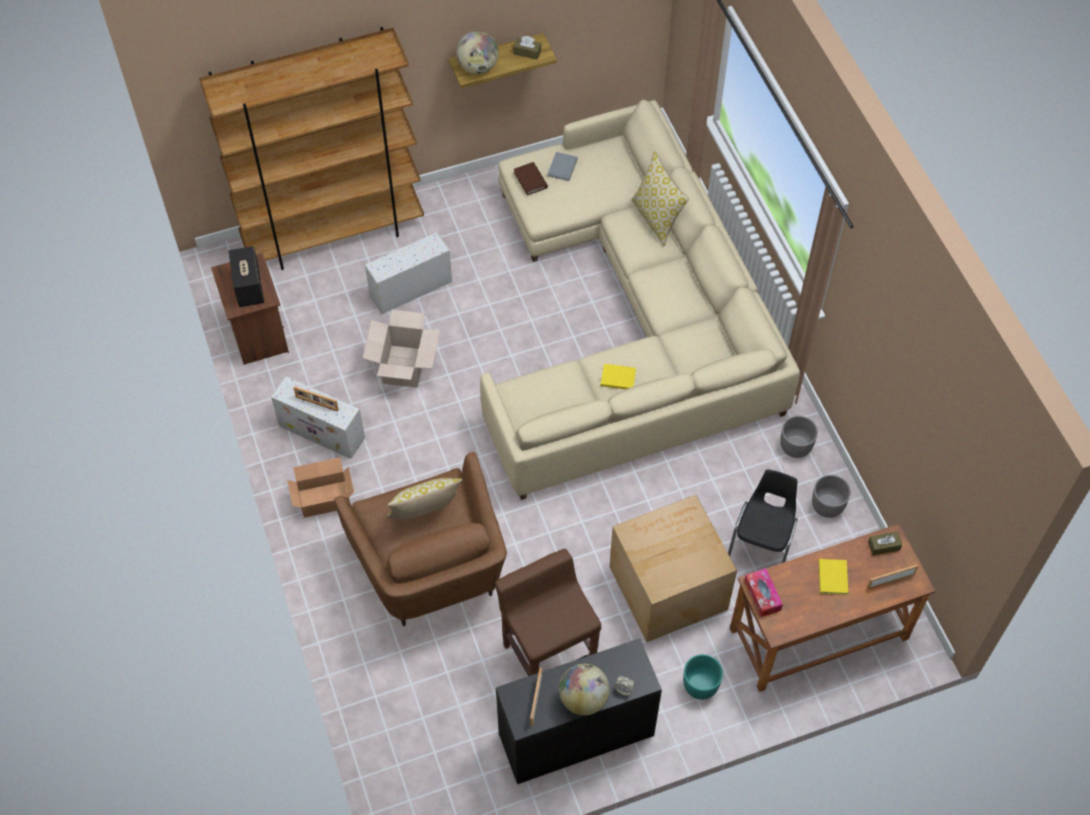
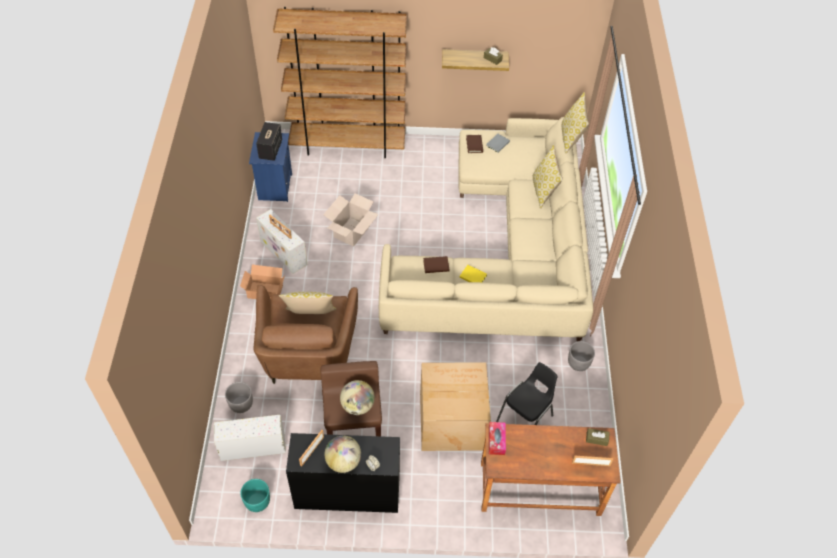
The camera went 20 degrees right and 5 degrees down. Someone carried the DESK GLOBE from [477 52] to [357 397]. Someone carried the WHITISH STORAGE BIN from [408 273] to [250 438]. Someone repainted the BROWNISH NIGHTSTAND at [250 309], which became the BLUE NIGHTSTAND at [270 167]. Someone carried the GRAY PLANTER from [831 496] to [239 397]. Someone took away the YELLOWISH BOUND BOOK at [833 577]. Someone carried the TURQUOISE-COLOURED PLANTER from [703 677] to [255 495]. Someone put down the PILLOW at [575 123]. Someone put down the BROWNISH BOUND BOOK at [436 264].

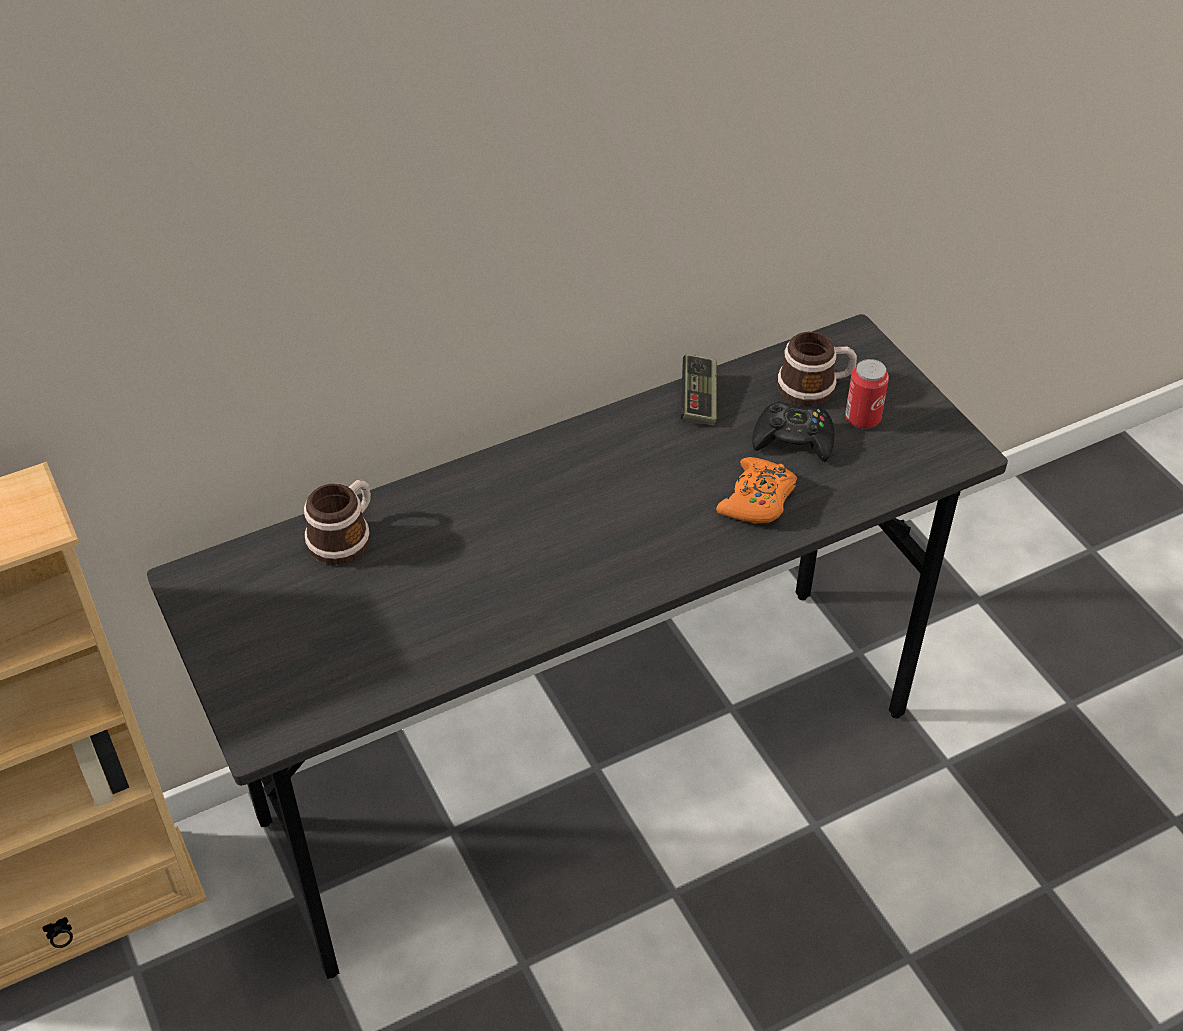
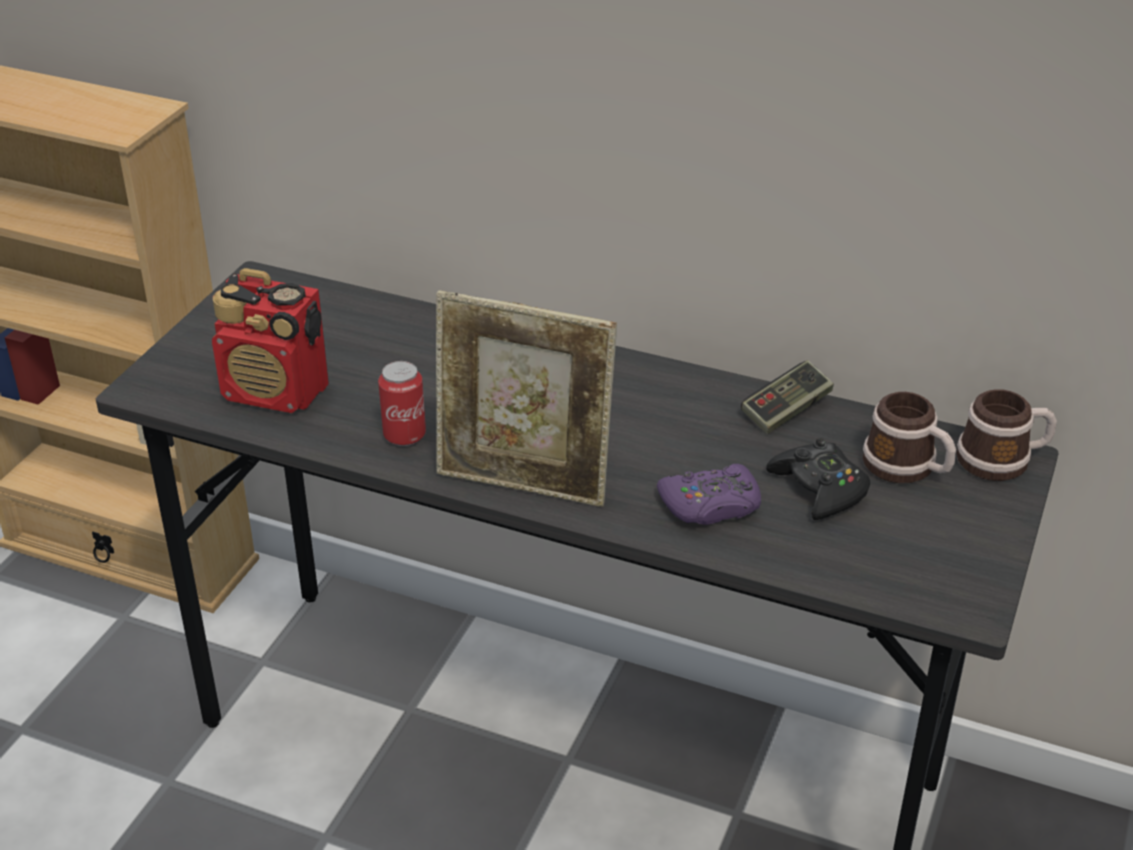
The camera went 50 degrees right and 10 degrees down. Someone carried the CAN from [867 394] to [402 403]. Someone repainted the ORANGE-COLOURED GAMEPAD at [756 490], which became the PURPLE GAMEPAD at [709 494]. Someone carried the MUG from [337 522] to [1006 435]. Someone put down the RADIO RECEIVER at [270 340]. Someone put down the STANDING FRAME at [526 398].

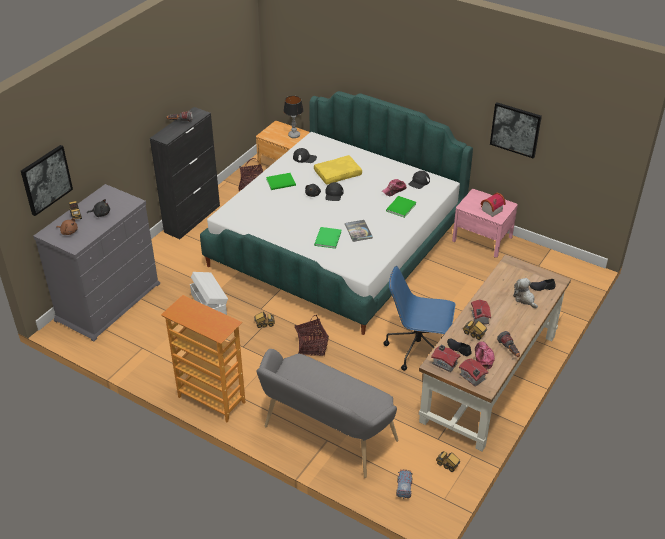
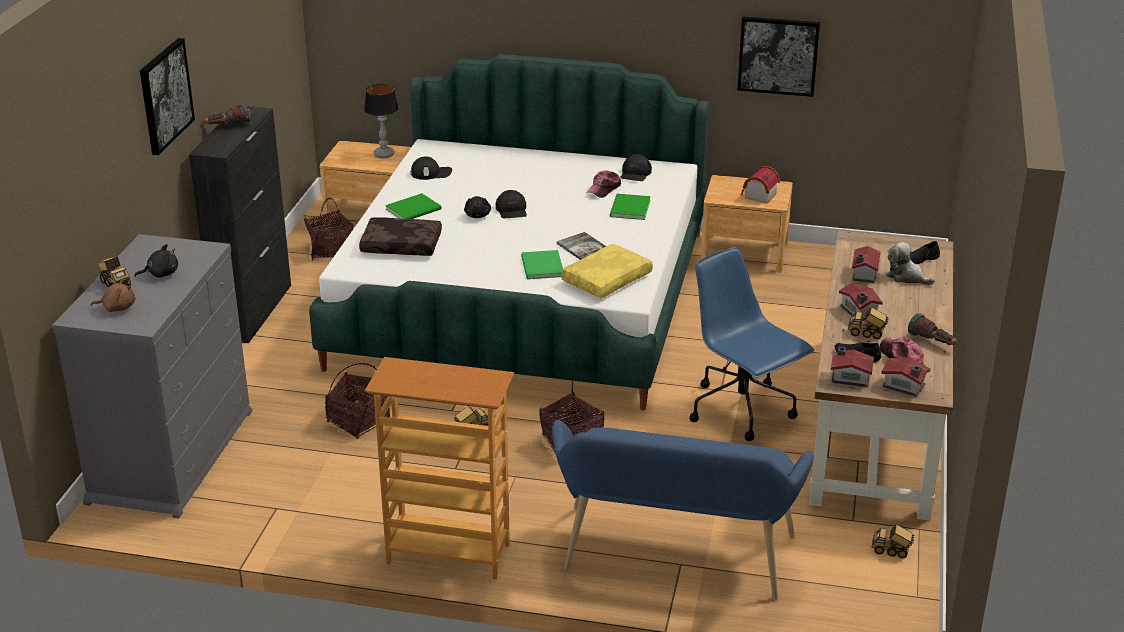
The camera went 20 degrees left and 10 degrees down. Someone carried the PICTURE from [47 180] to [167 96]. Someone carried the YELLOWISH PILLOW from [338 170] to [607 271]. Someone repainted the PINK-COLOURED NIGHTSTAND at [485 223], which became the BROWNISH NIGHTSTAND at [747 223]. Someone rotated the BLUE COMPUTER CHAIR at [419 318] by 60 degrees clockwise. Someone swapped the WHITISH STORAGE BIN at [209 293] for the STORAGE BASKET at [357 401]. Someone repainted the GRAY LONG SEAT at [328 413], which became the BLUE LONG SEAT at [683 510]. Someone took away the TOY LORRY at [404 484]. Someone put down the BROWNISH PILLOW at [400 236]. Someone put down the MODEL HOUSE at [866 264].

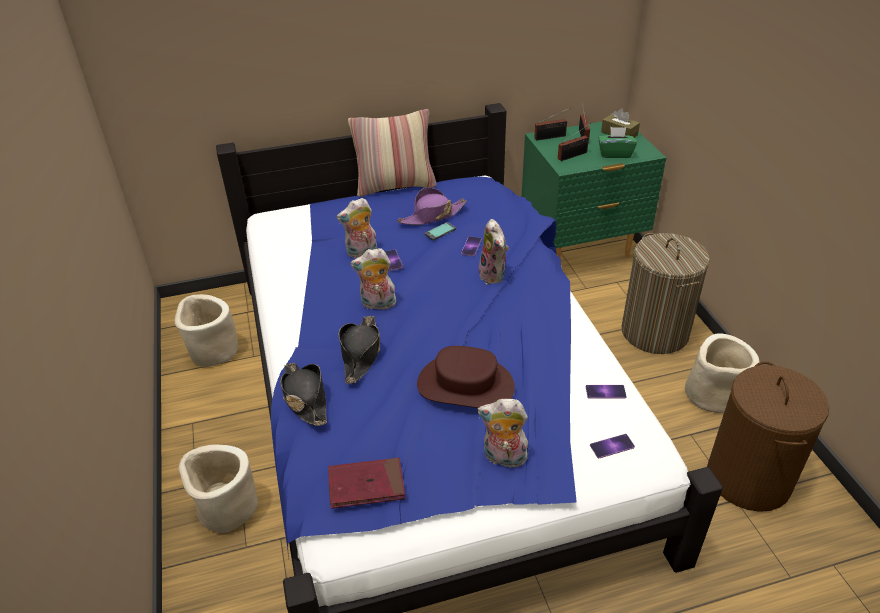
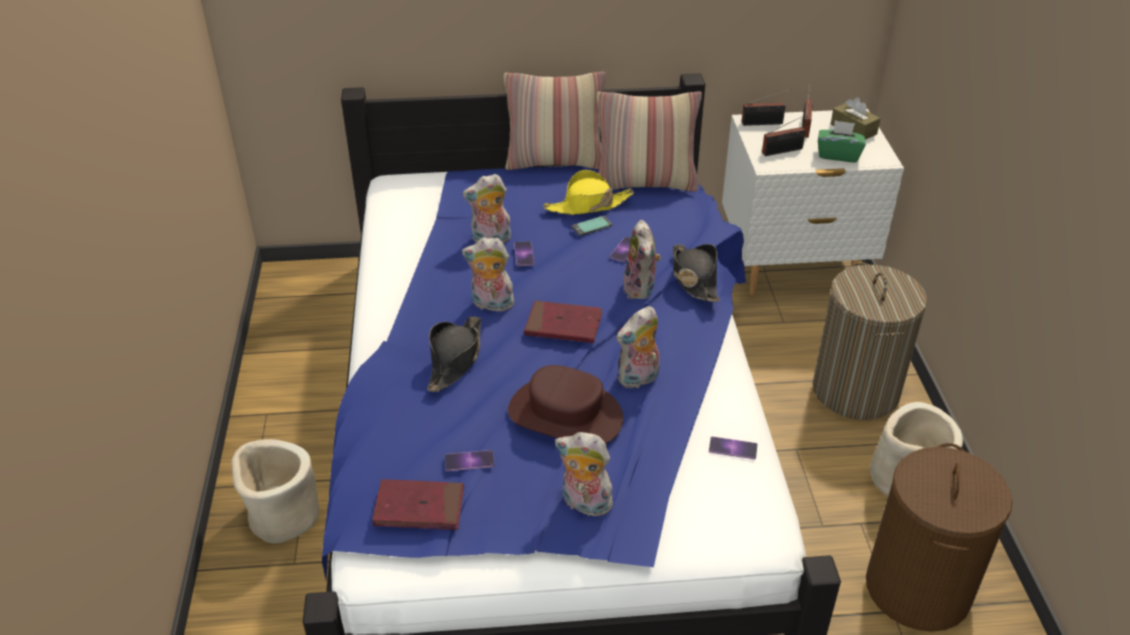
The camera went 10 degrees right and 0 degrees up. Someone repainted the GREENISH NIGHTSTAND at [594 190], which became the WHITISH NIGHTSTAND at [813 202]. Someone repainted the PURPLE CLOTHING HAT at [432 206], which became the YELLOWISH CLOTHING HAT at [588 192]. Someone took away the BEIGE-COLOURED PLANTER at [206 330]. Someone carried the BLACK CLOTHING HAT from [303 394] to [696 273]. Someone carried the TELEPHONE from [612 446] to [469 460]. Someone put down the PILLOW at [649 141]. Someone put down the REDDISH BOUND BOOK at [563 322]. Someone put down the PLUSH TOY at [638 347].

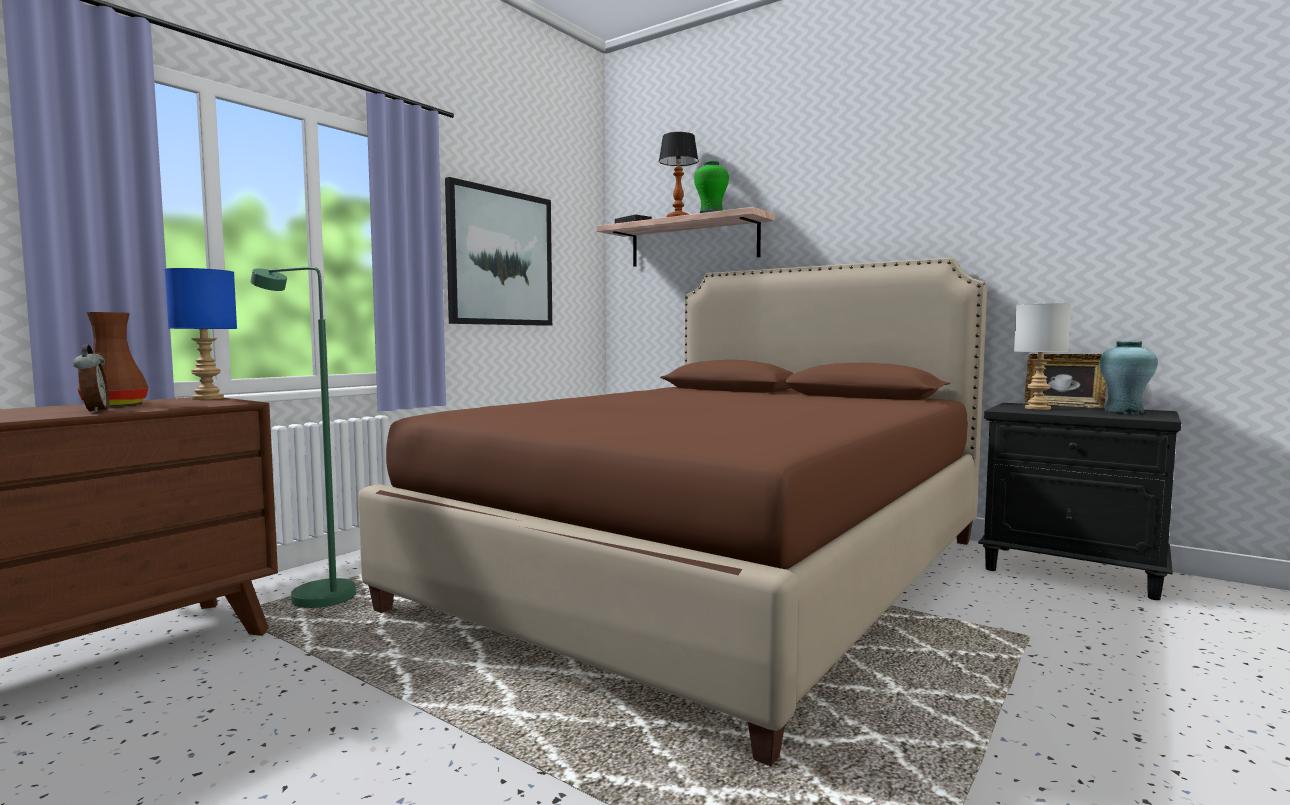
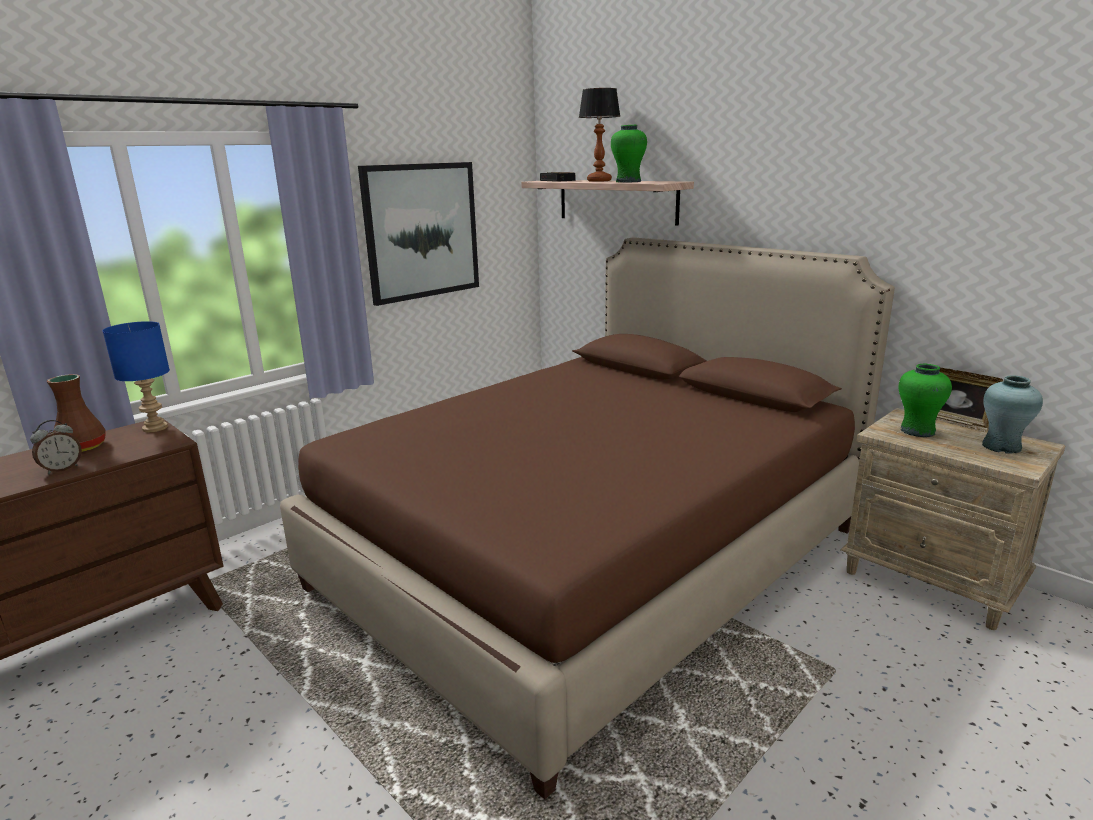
The camera went 10 degrees right and 15 degrees up. Someone took away the GREENISH FLOOR LAMP at [303 437]. Someone swapped the GRAY LAMP FOR A TABLE at [1042 356] for the GREENISH DECORATIVE VASE at [925 400]. Someone rotated the ALARM CLOCK at [91 378] by 60 degrees clockwise. Someone repainted the BLACK NIGHTSTAND at [1079 501], which became the BEIGE-COLOURED NIGHTSTAND at [952 519].

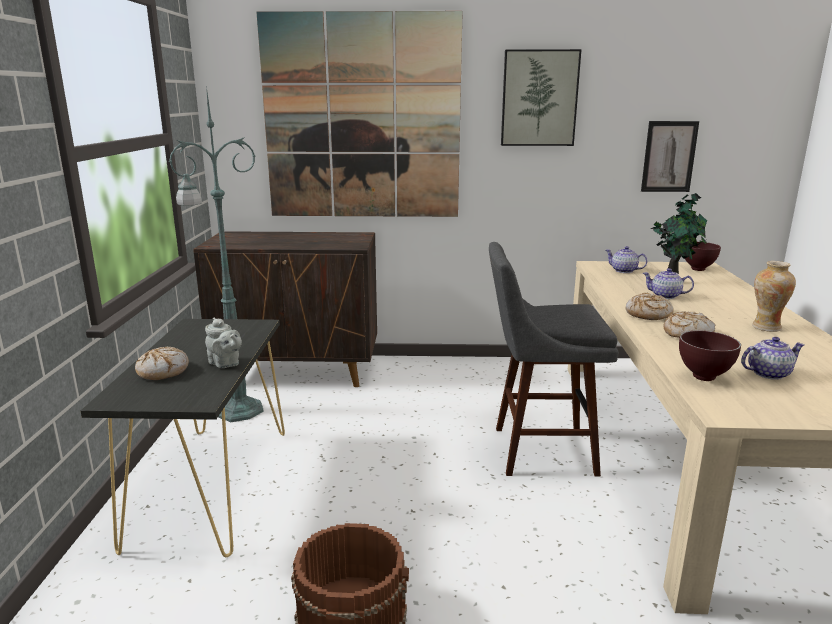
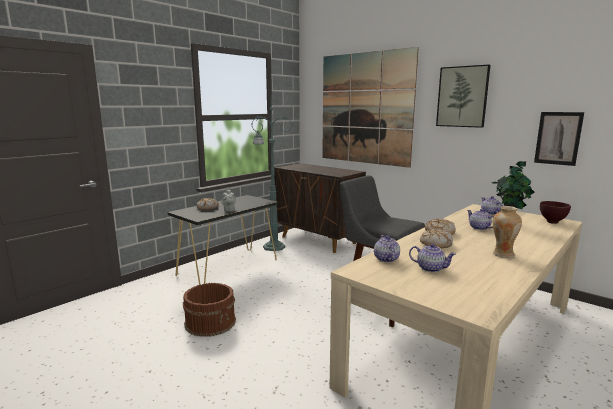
The camera went 40 degrees right and 5 degrees down. Someone swapped the BROWNISH SERVING BOWL at [710 355] for the POT FOR TEA at [387 248].

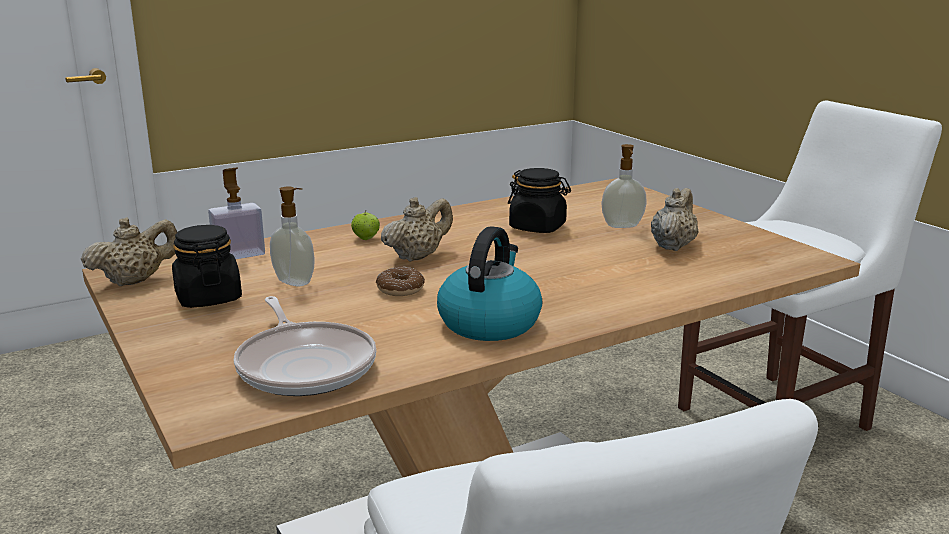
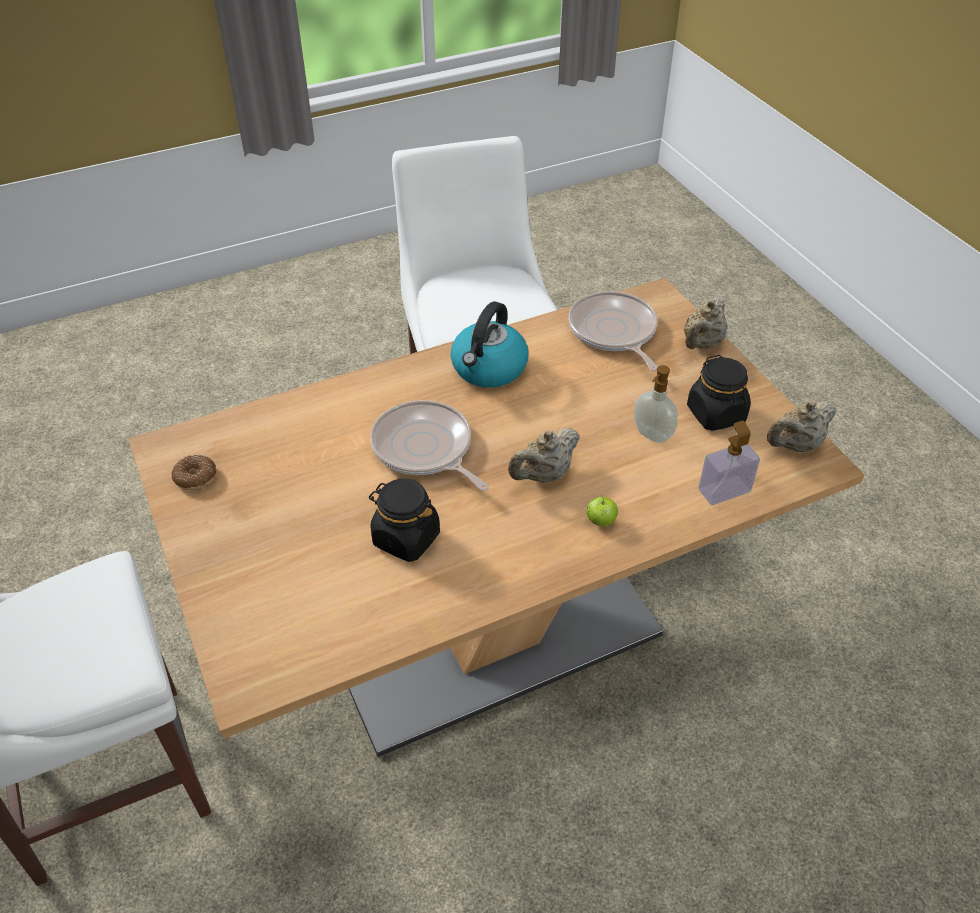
The camera went 175 degrees left and 25 degrees up. Someone took away the SOAP BOTTLE at [624 186]. Someone carried the BEIGE-COLOURED POT FOR TEA from [675 219] to [705 323]. Someone carried the RING DOUGHNUT from [400 281] to [194 472]. Someone put down the SKILLET at [429 445].

